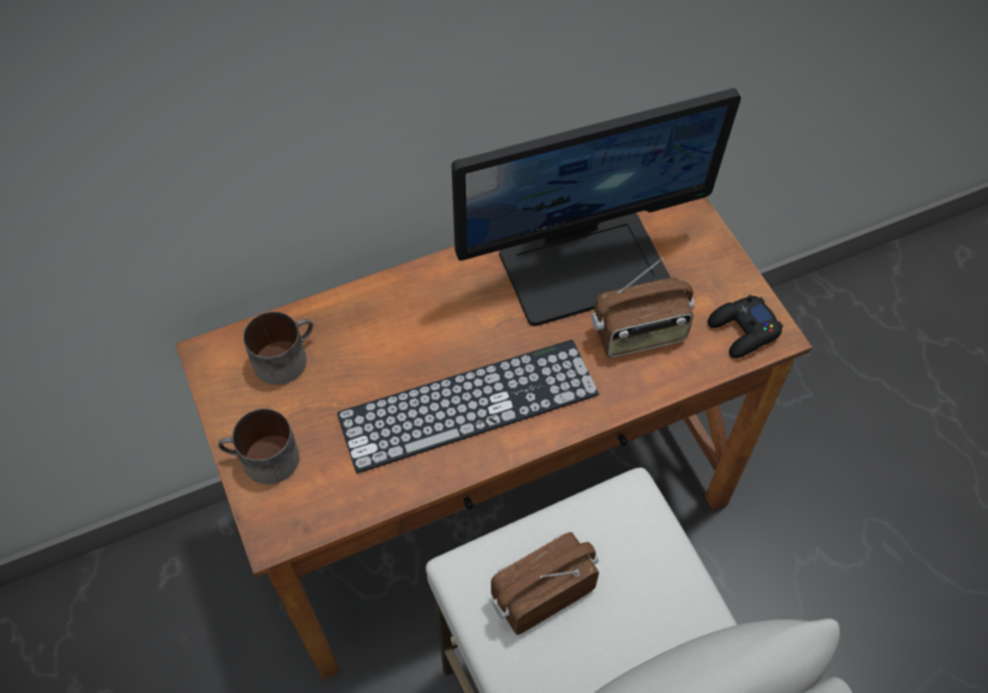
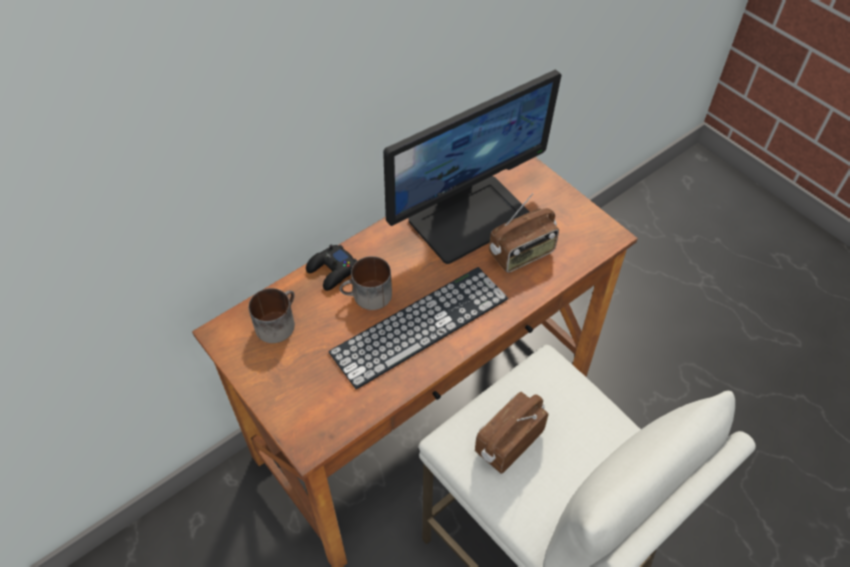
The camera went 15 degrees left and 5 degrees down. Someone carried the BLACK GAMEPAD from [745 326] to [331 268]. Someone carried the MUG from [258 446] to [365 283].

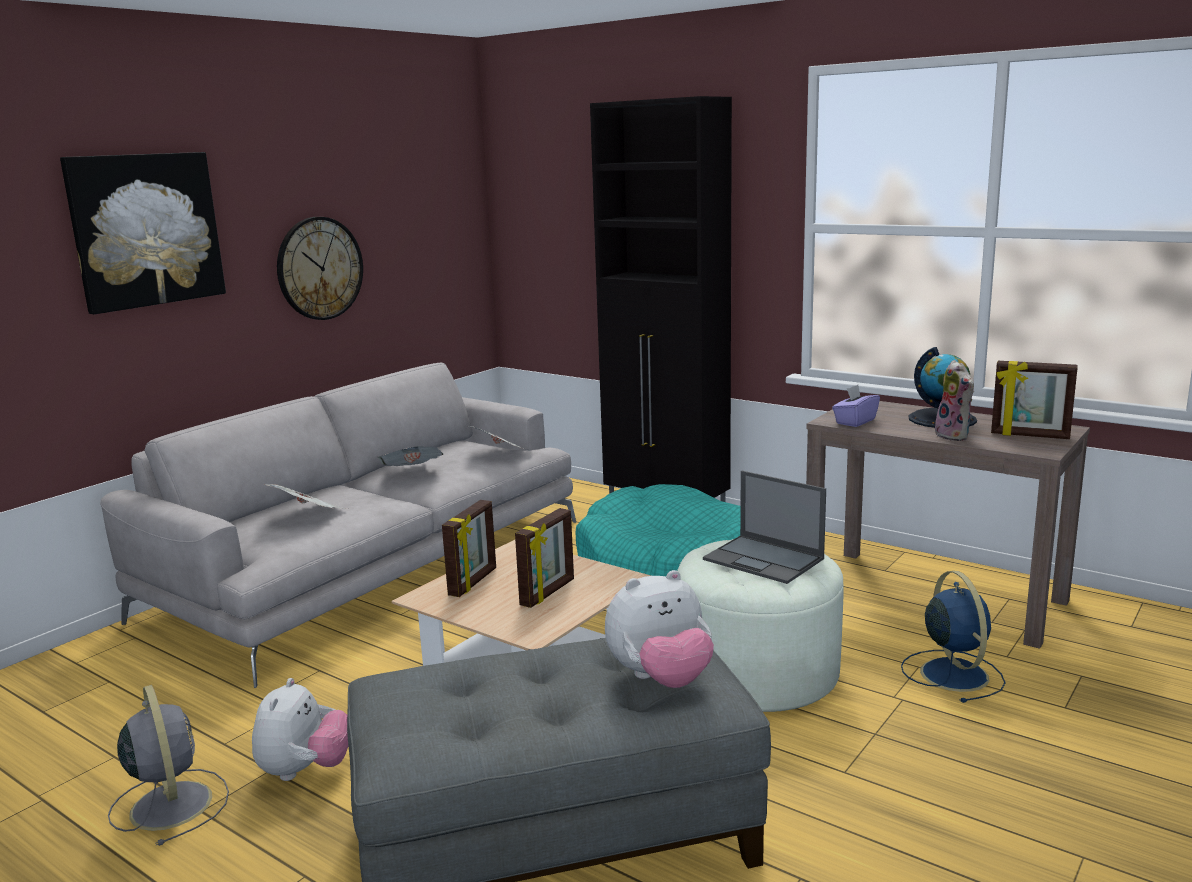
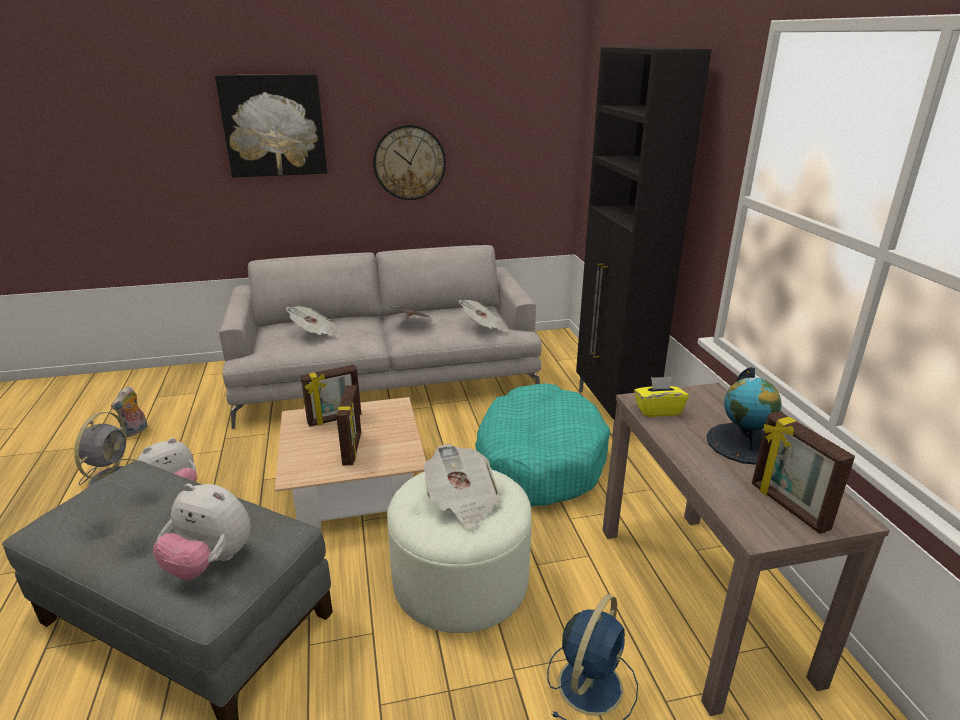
The camera went 40 degrees right and 10 degrees up. Someone carried the PLUSH TOY from [954 400] to [129 411]. Someone repainted the PURPLE TISSUE BOX at [856 406], which became the YELLOWISH TISSUE BOX at [661 397]. Someone swapped the PORTABLE COMPUTER at [764 527] for the PRINTED PAPER at [462 486]. Someone rotated the STANDING FRAME at [544 558] by 75 degrees counterclockwise.

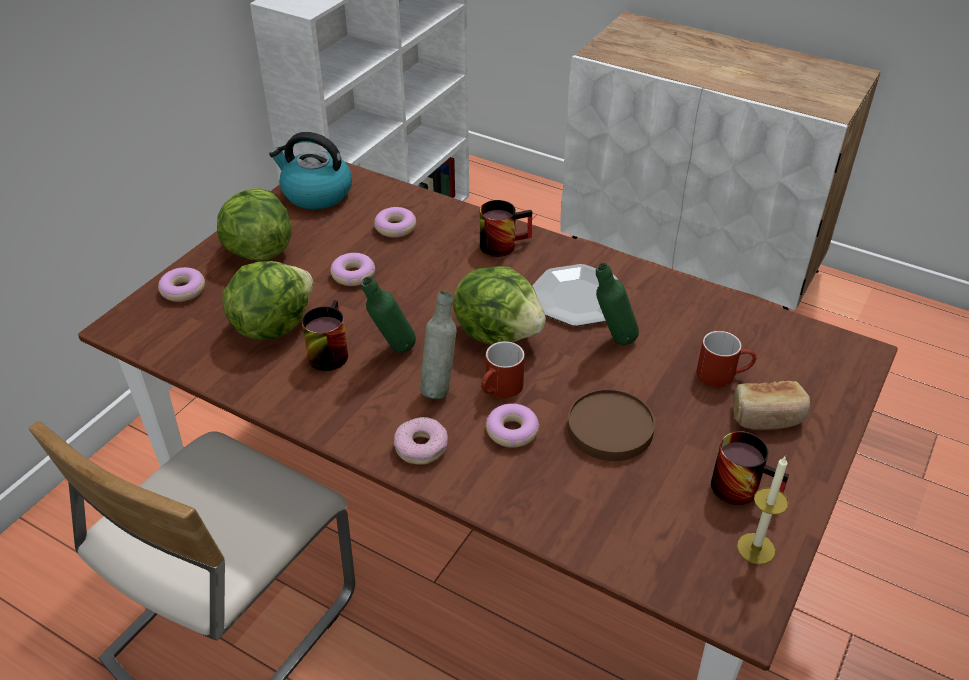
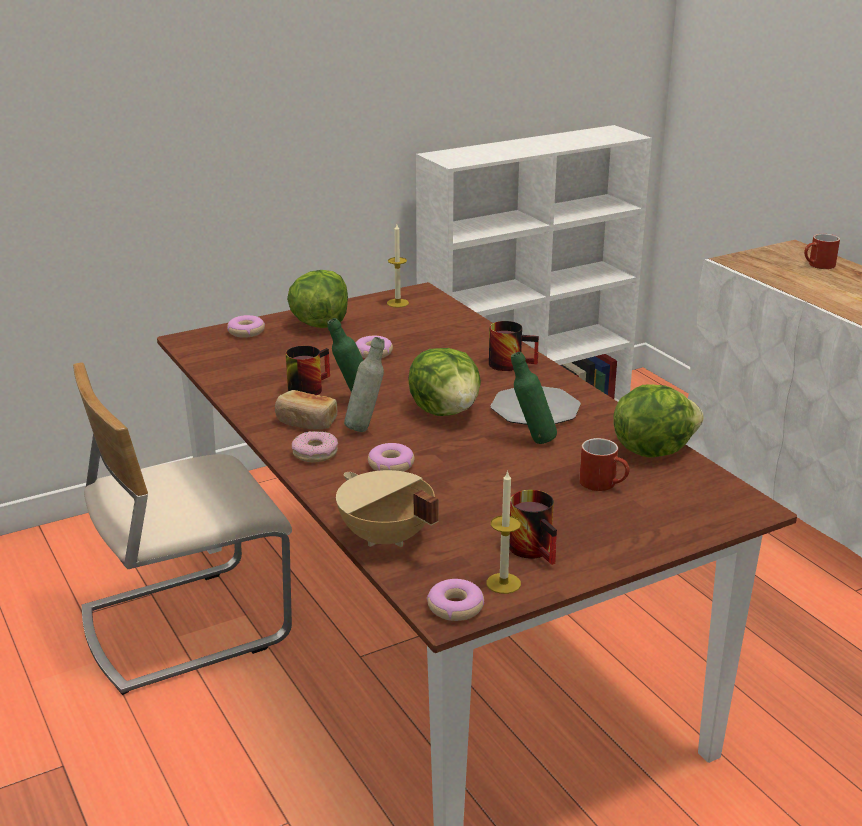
The camera went 30 degrees right and 15 degrees down. Someone swapped the WATER KETTLE at [310 170] for the WAX CANDLE at [398 266]. Someone carried the RING DOUGHNUT from [395 222] to [455 600]. Someone carried the LETTUCE from [267 300] to [658 421]. Someone carried the REDDISH MUG from [503 369] to [822 251]. Someone carried the BAKED BREAD from [771 405] to [306 409]. Someone took away the BROWNISH PLATE at [611 425]. Someone put down the BEIGE-COLOURED STOCKPOT at [387 508].

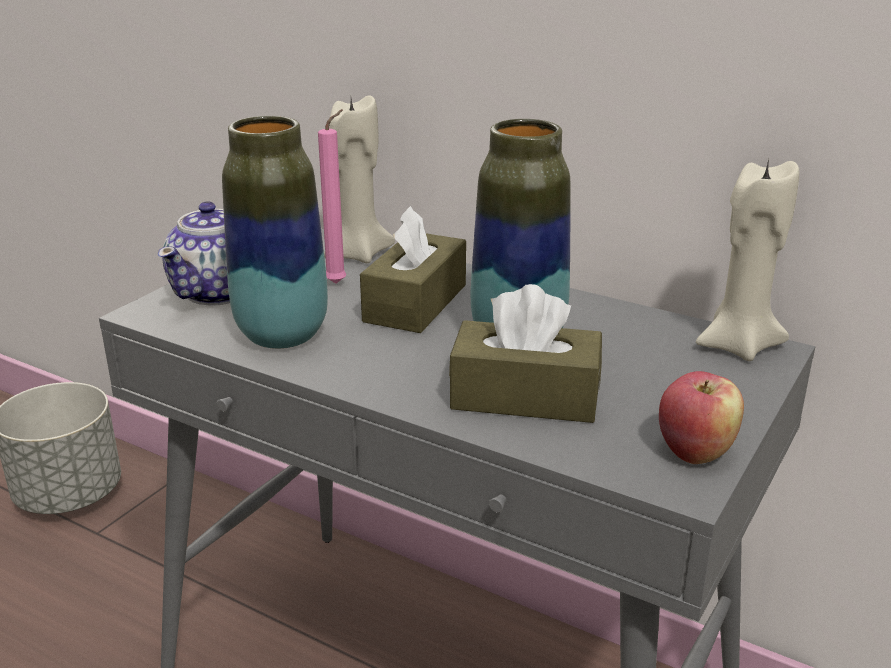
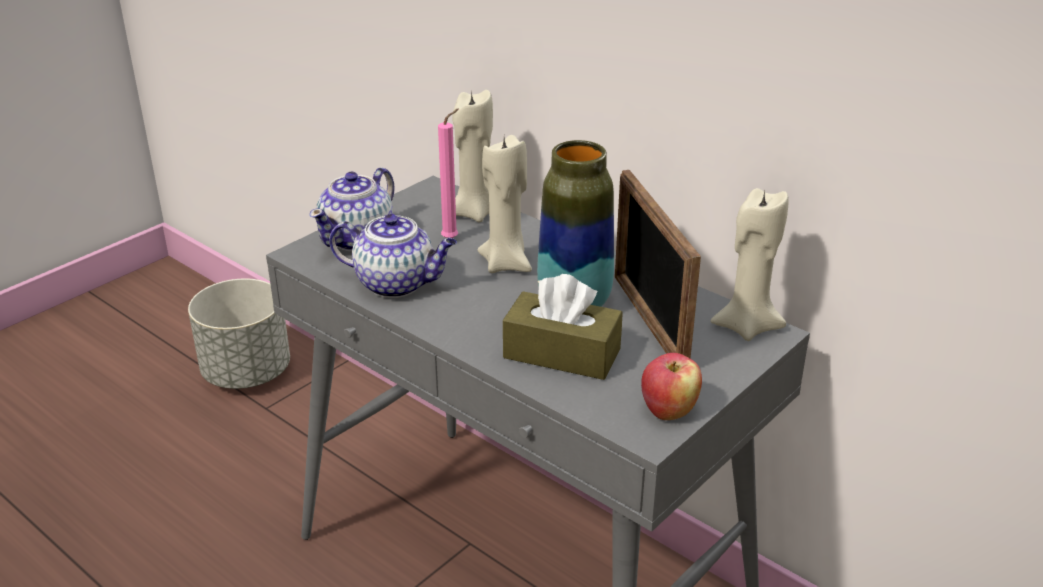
The camera went 10 degrees right and 5 degrees up. Someone swapped the DECORATIVE VASE at [275 232] for the POT FOR TEA at [393 256]. Someone swapped the BROWNISH TISSUE BOX at [413 269] for the BEIGE-COLOURED WAX CANDLE at [504 204]. Someone put down the STANDING FRAME at [658 264].

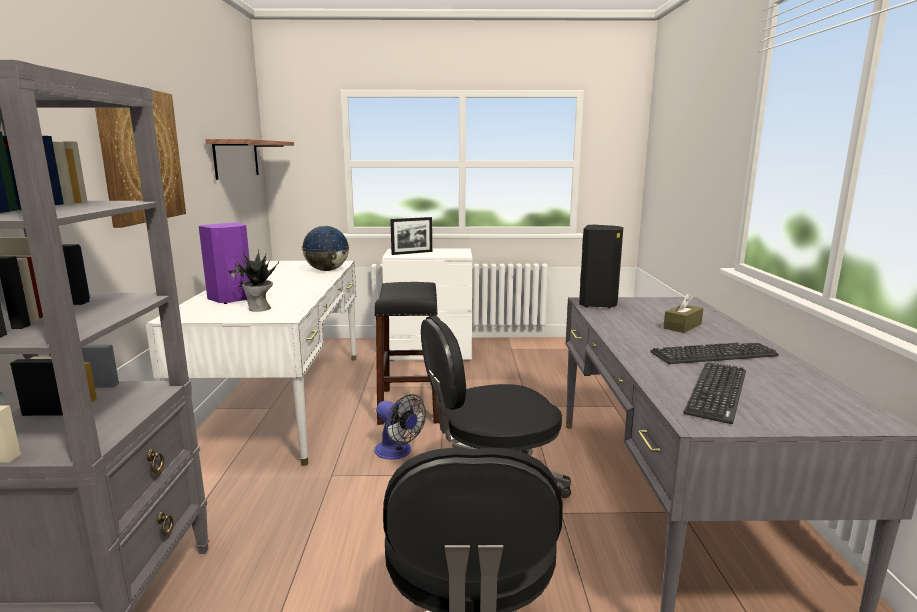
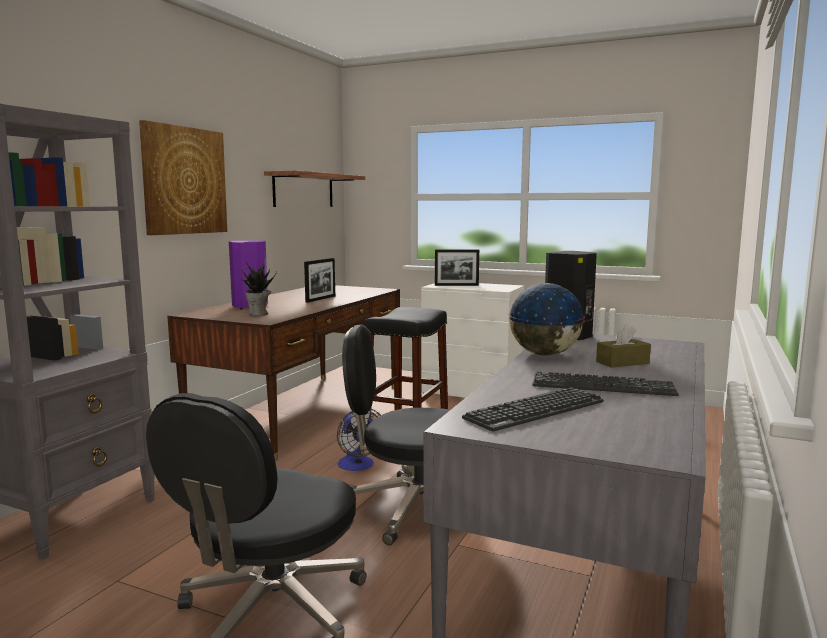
The camera went 25 degrees right and 5 degrees down. Someone carried the DESK GLOBE from [326 248] to [546 319]. Someone repainted the WHITISH DESK TABLE at [251 363], which became the BROWNISH DESK TABLE at [283 373]. Someone put down the STANDING FRAME at [319 280].

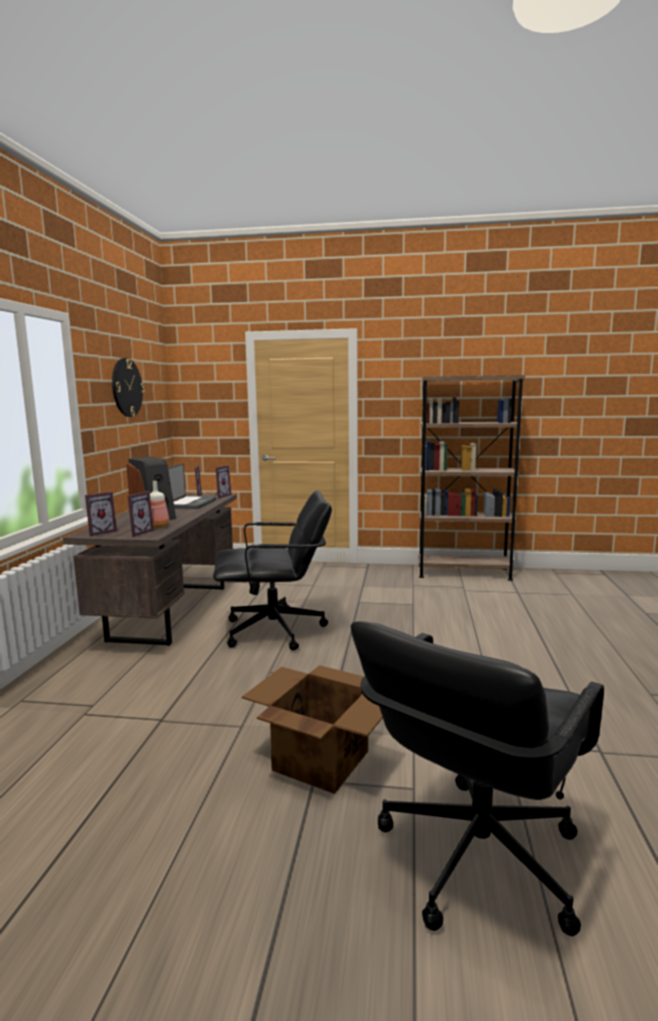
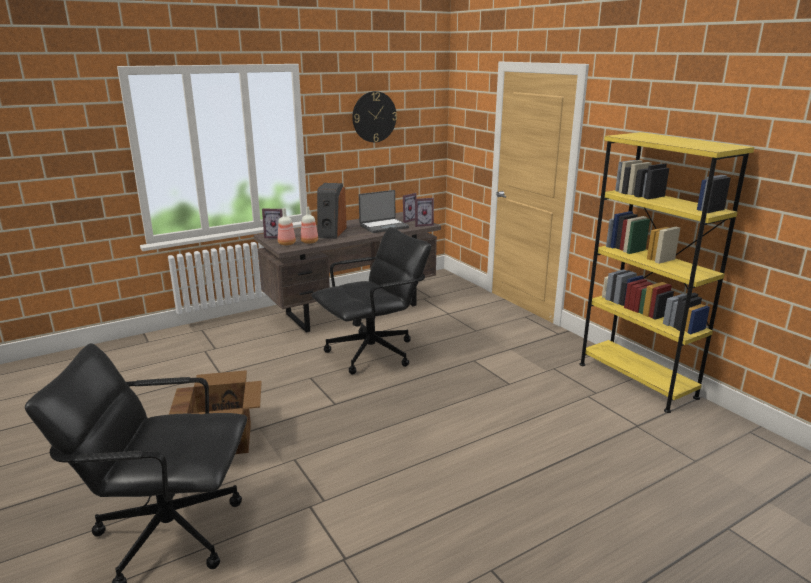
The camera went 50 degrees right and 10 degrees up. Someone repainted the BROWNISH BOOKCASE at [471 478], which became the YELLOWISH BOOKCASE at [666 272]. Someone rotated the BLACK COMPUTER CHAIR at [272 570] by 75 degrees counterclockwise. Someone swapped the STANDING FRAME at [141 514] for the DRINK BOTTLE at [287 227].

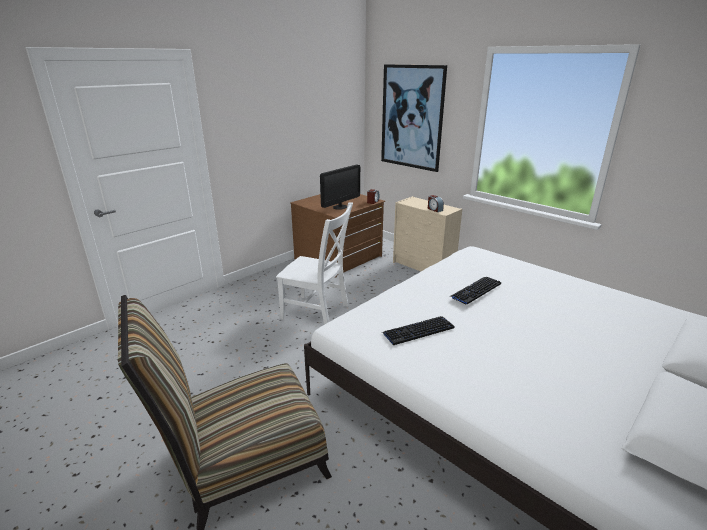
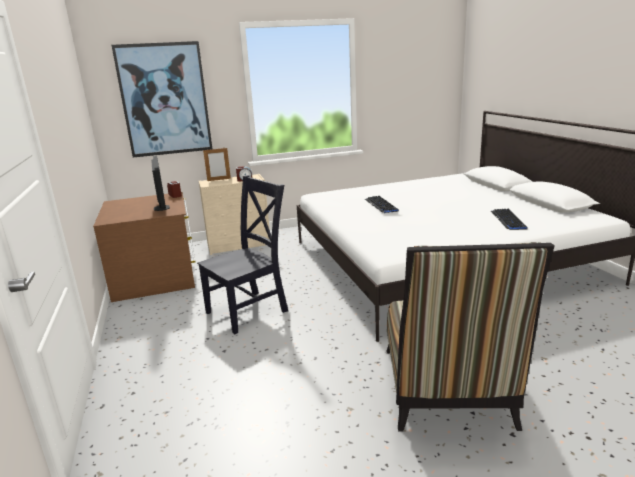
The camera went 60 degrees left and 5 degrees down. Someone repainted the WHITISH CHAIR at [314 264], which became the BLACK CHAIR at [242 254]. Someone carried the KEYBOARD from [418 330] to [509 219]. Someone put down the STANDING FRAME at [217 164].

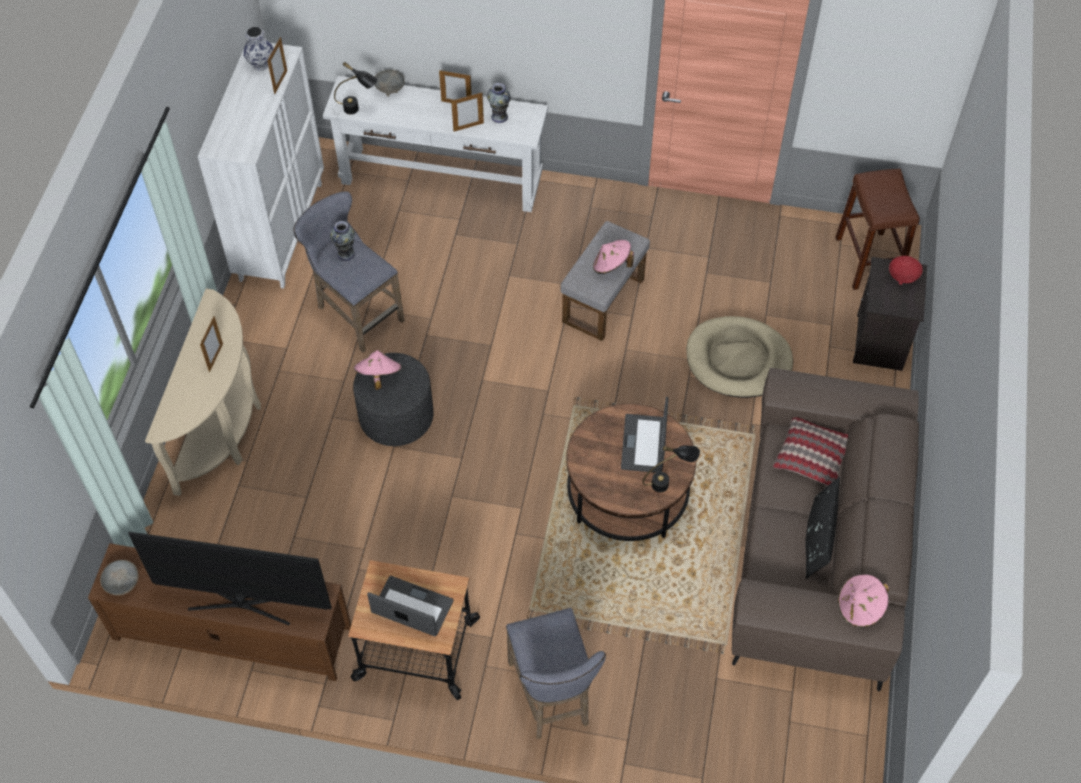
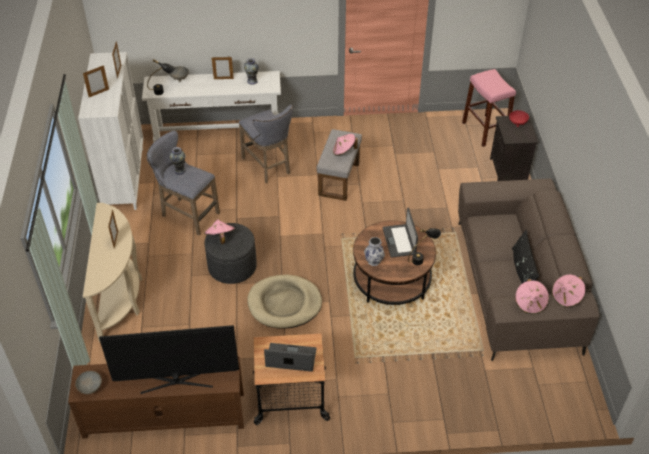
The camera went 15 degrees left and 10 degrees down. Someone carried the DECORATIVE VASE from [258 48] to [374 251]. Someone carried the STANDING FRAME from [467 112] to [96 81]. Someone repainted the BROWNISH STOOL at [877 229], which became the PINK-COLOURED STOOL at [489 108]. Someone carried the BEIGE-COLOURED DOG CUSHION from [739 357] to [284 302]. Someone took away the PILLOW at [810 452]. Someone carried the GRAY STOOL from [556 673] to [266 144]. Someone put down the PINK-COLOURED CLOTHING HAT at [532 296].

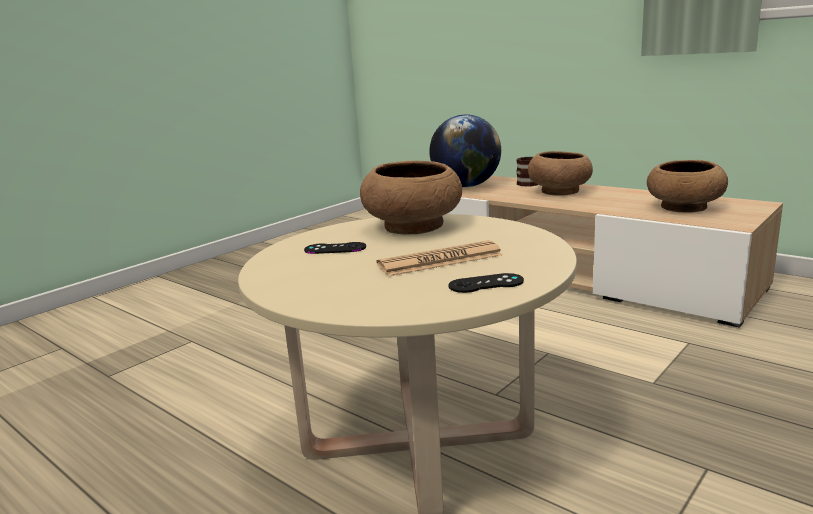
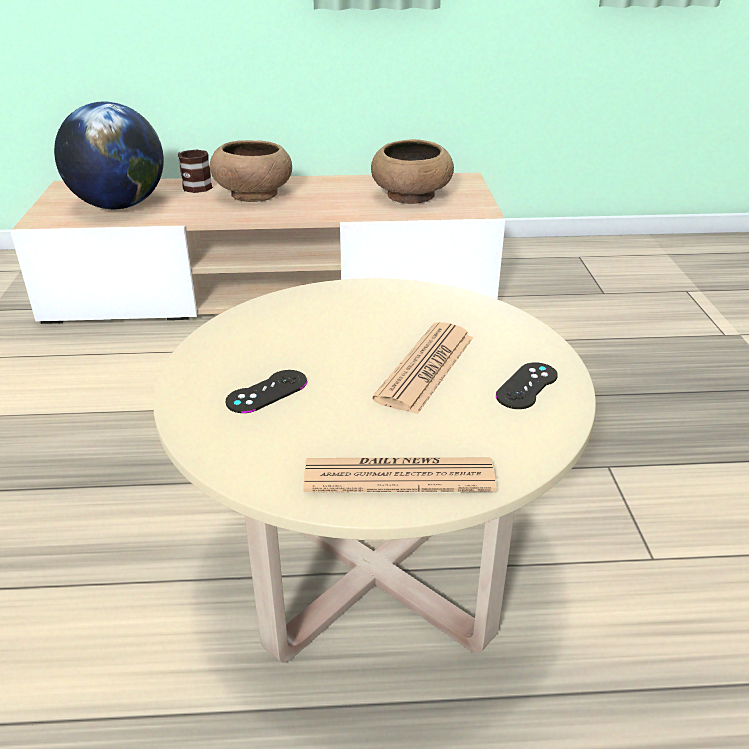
The camera went 45 degrees left and 15 degrees up. Someone took away the BROWNISH SERVING BOWL at [411 197]. Someone put down the PRINTED PAPER at [400 474].

